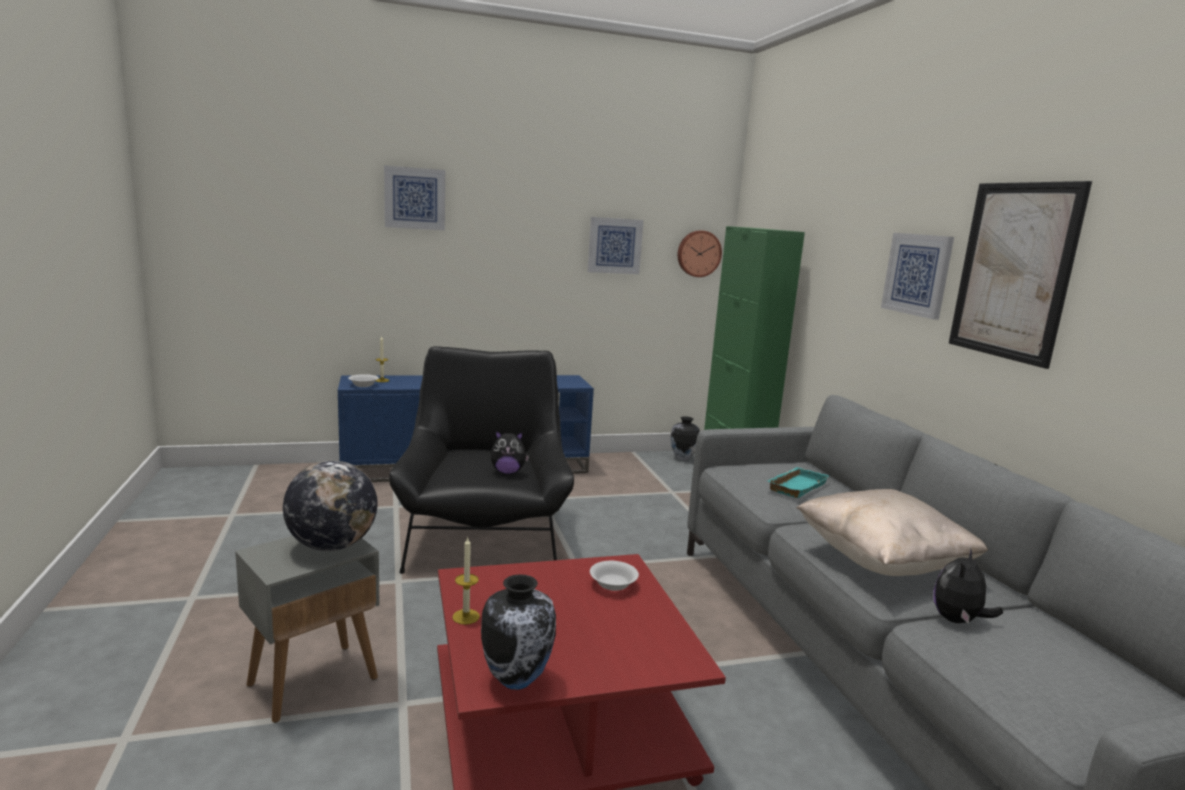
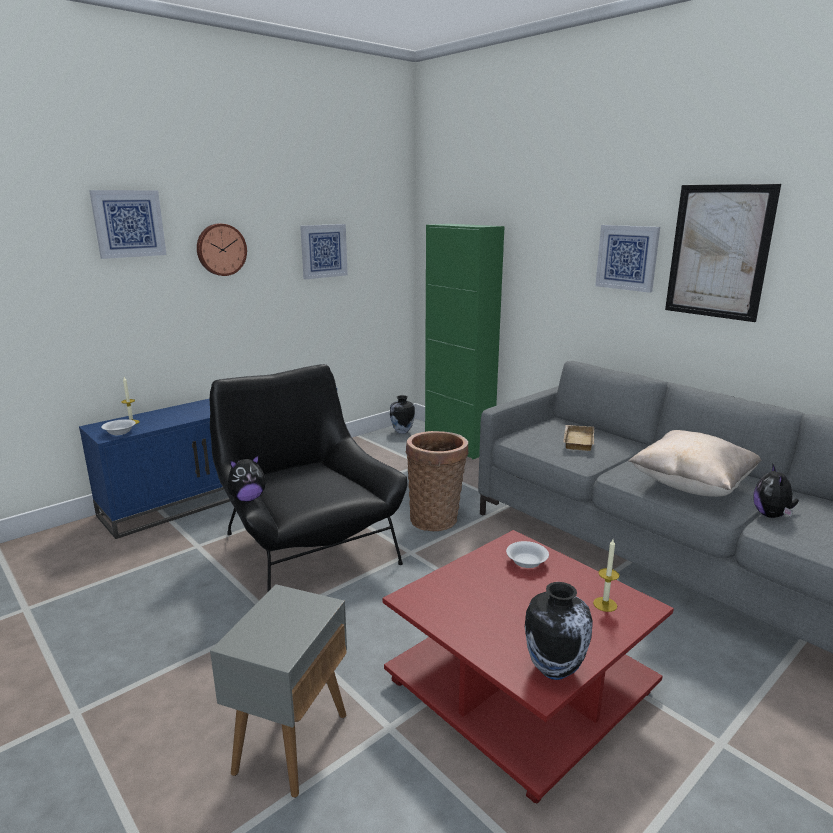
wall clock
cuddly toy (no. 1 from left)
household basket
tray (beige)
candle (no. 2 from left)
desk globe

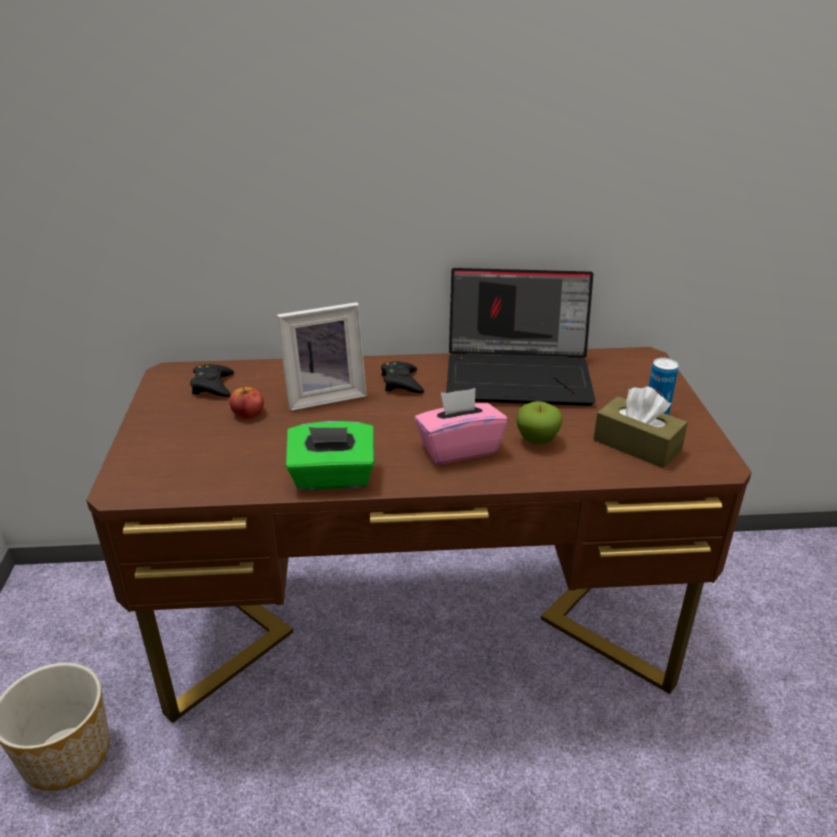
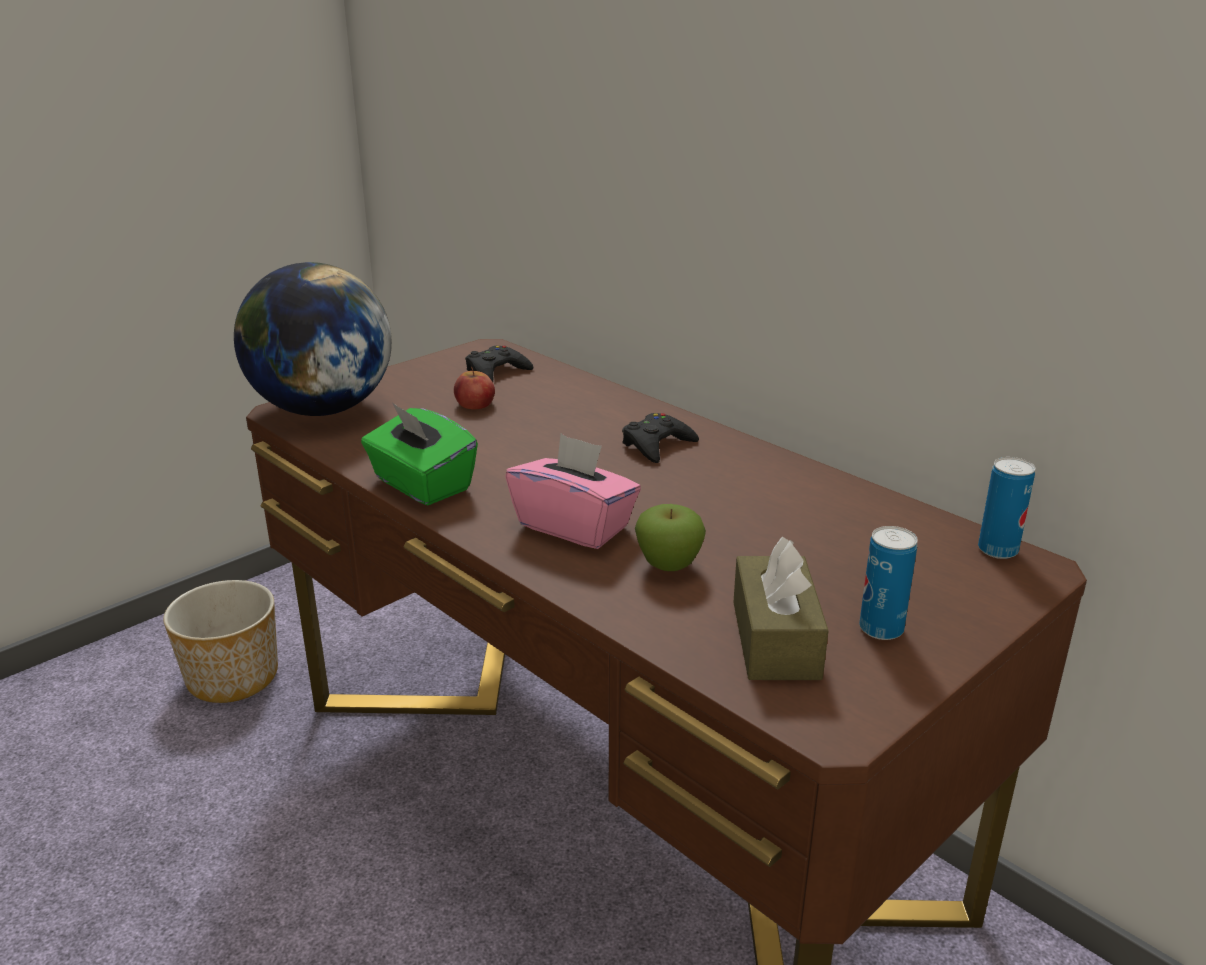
desk globe
sealed can (no. 2 from left)
picture frame
notebook computer

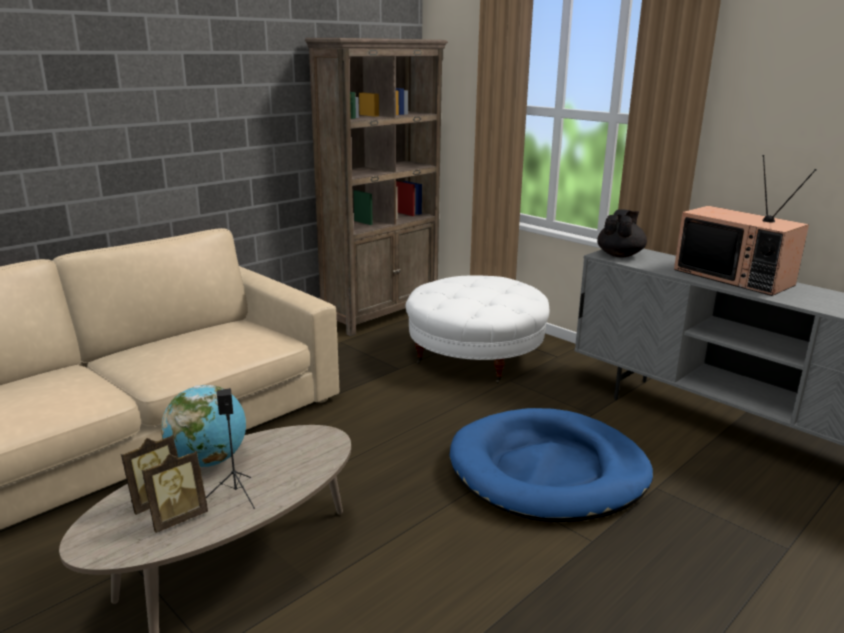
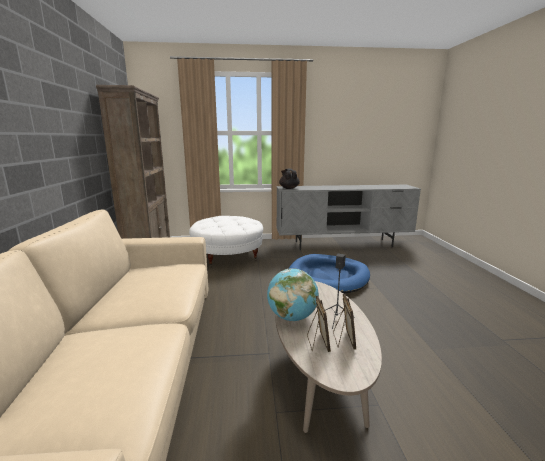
TV

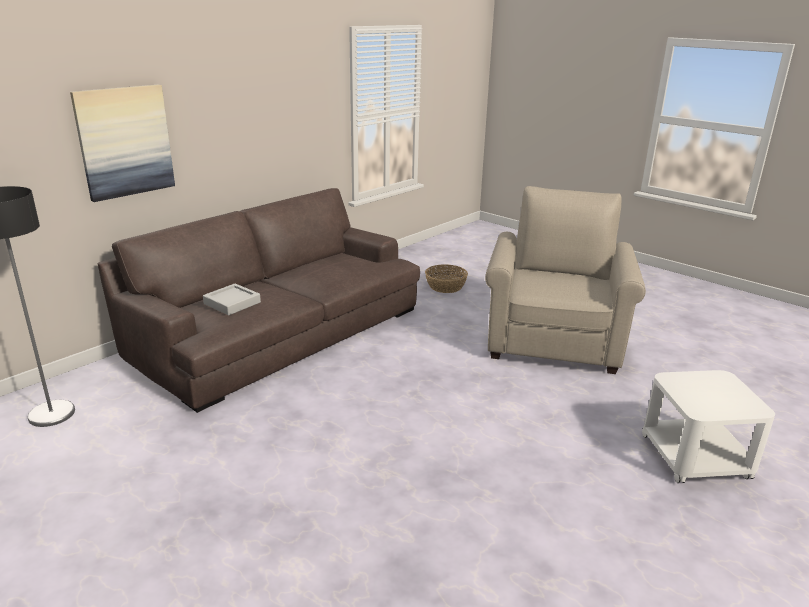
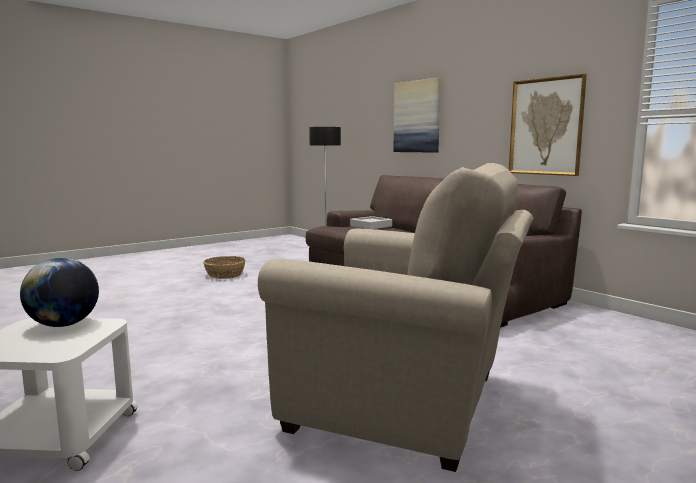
desk globe
household basket
wall art (no. 2 from left)

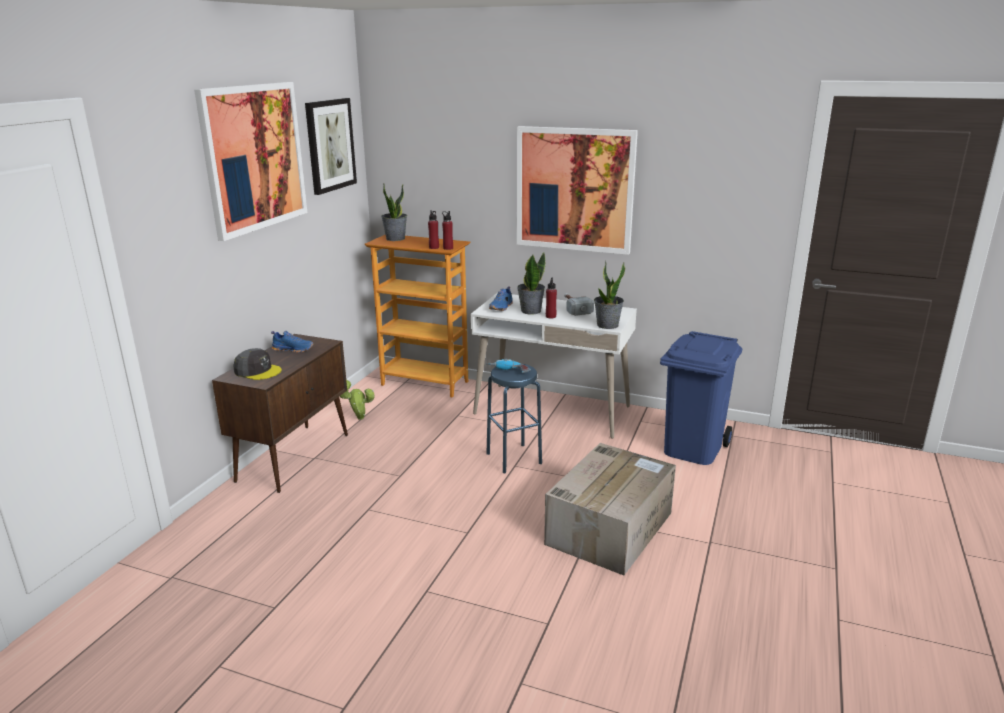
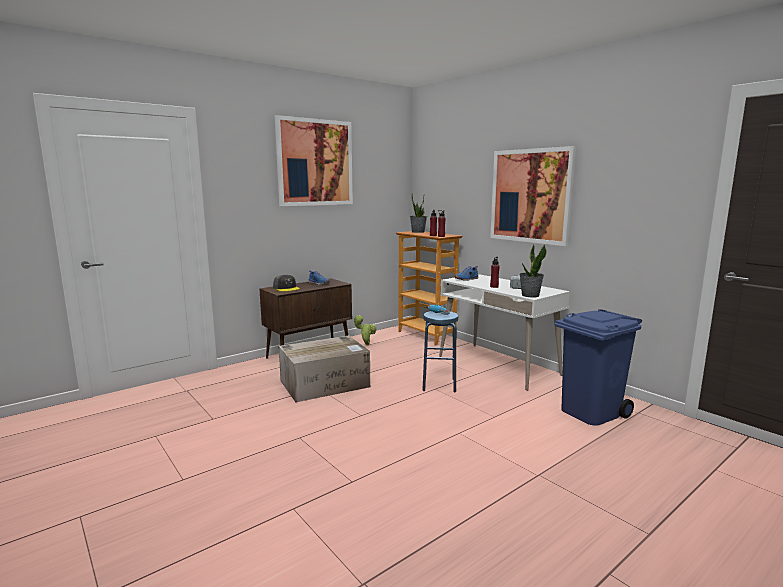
cardboard box
wall art (no. 2 from left in the first image)
plant in a pot (no. 3 from left in the first image)

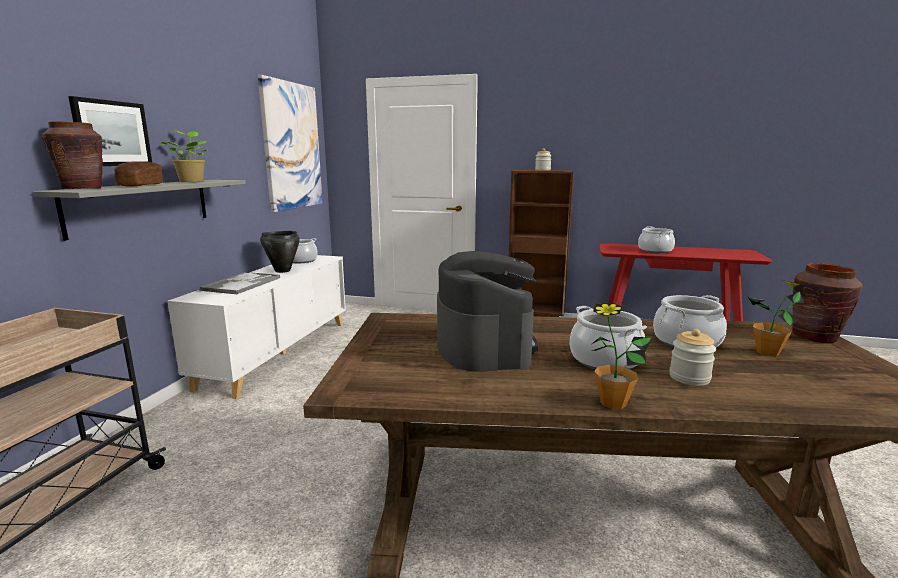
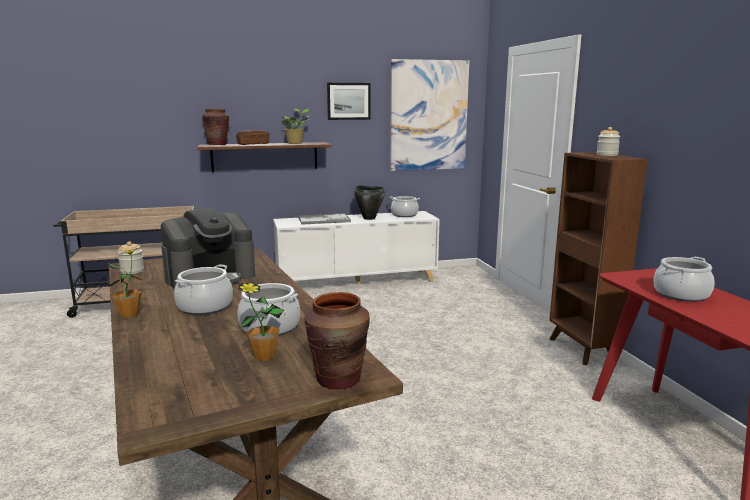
preserve jar (no. 1 from left)
shelf (brownish)
wall art (no. 1 from left)

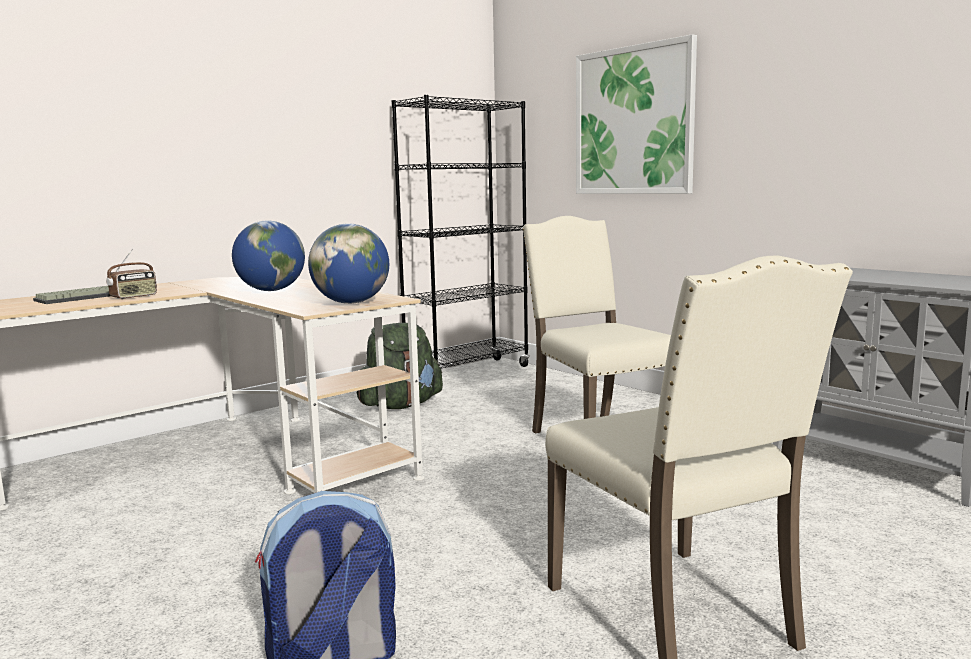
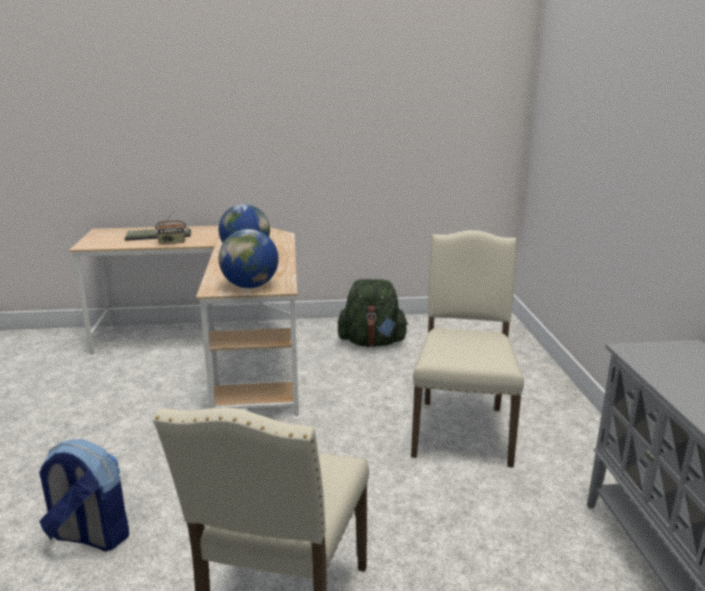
bookcase (blackish)
wall art

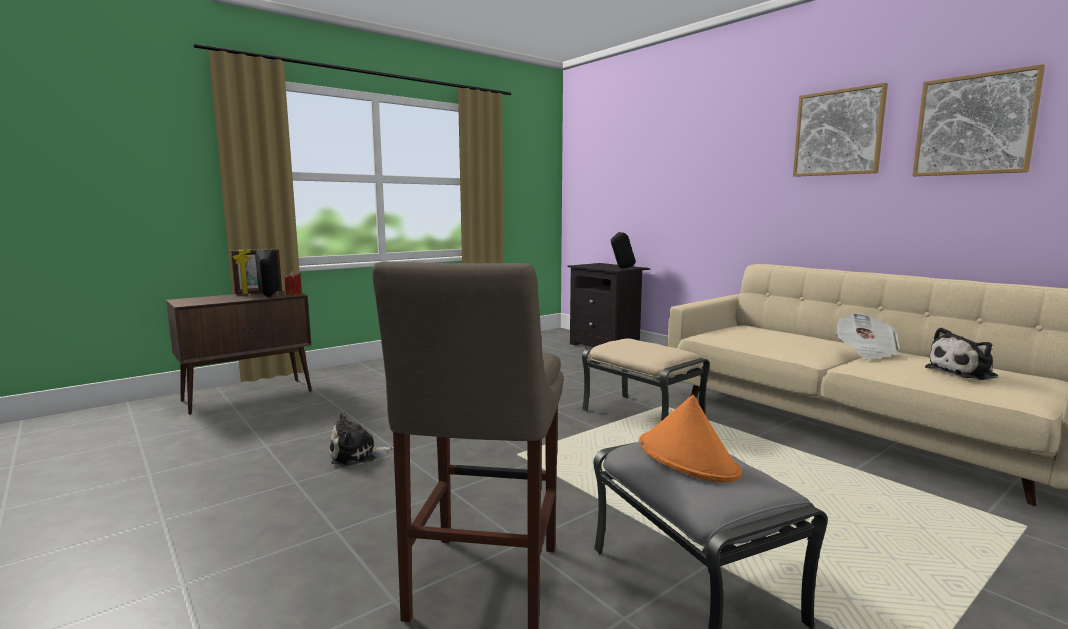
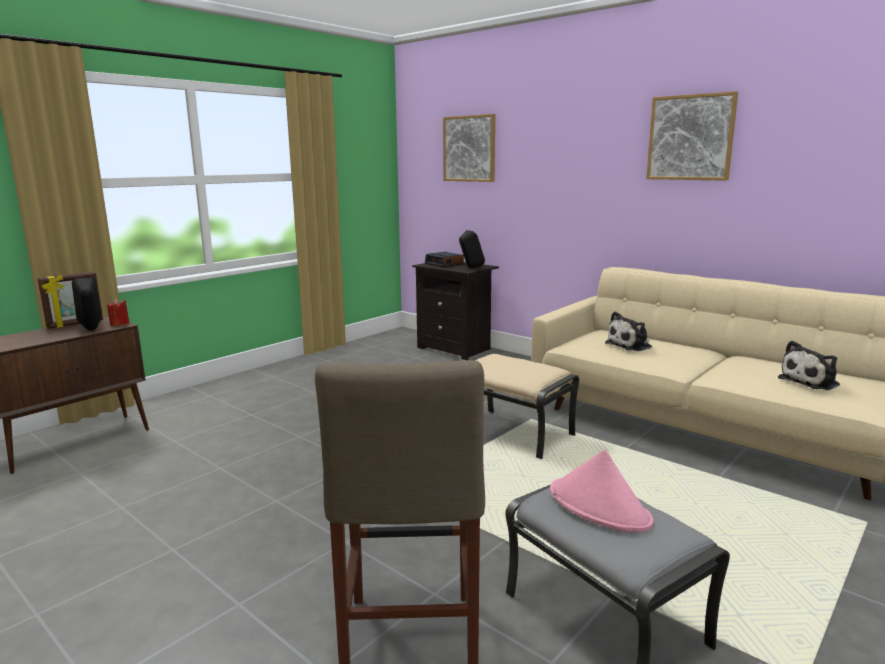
alarm clock
wall art (no. 1 from left)
clothing hat (pinkish)
cuddly toy (no. 1 from left)
printed paper

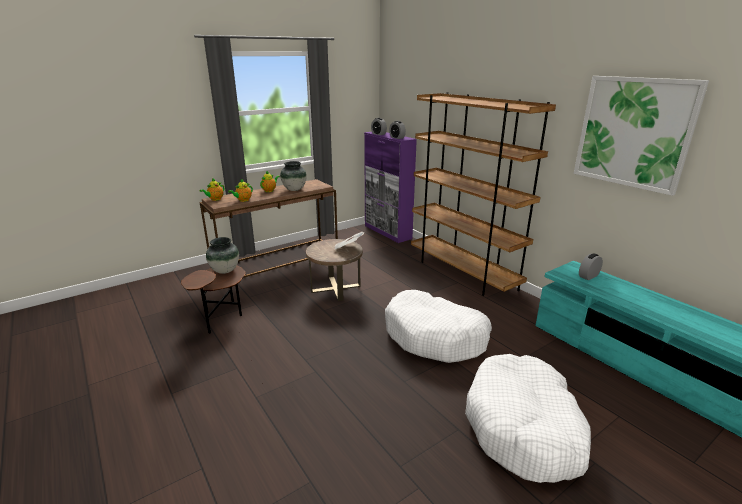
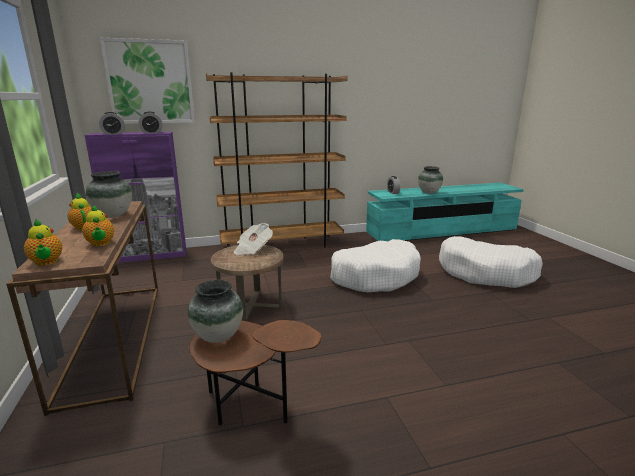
wall art
flower vase (no. 3 from left)

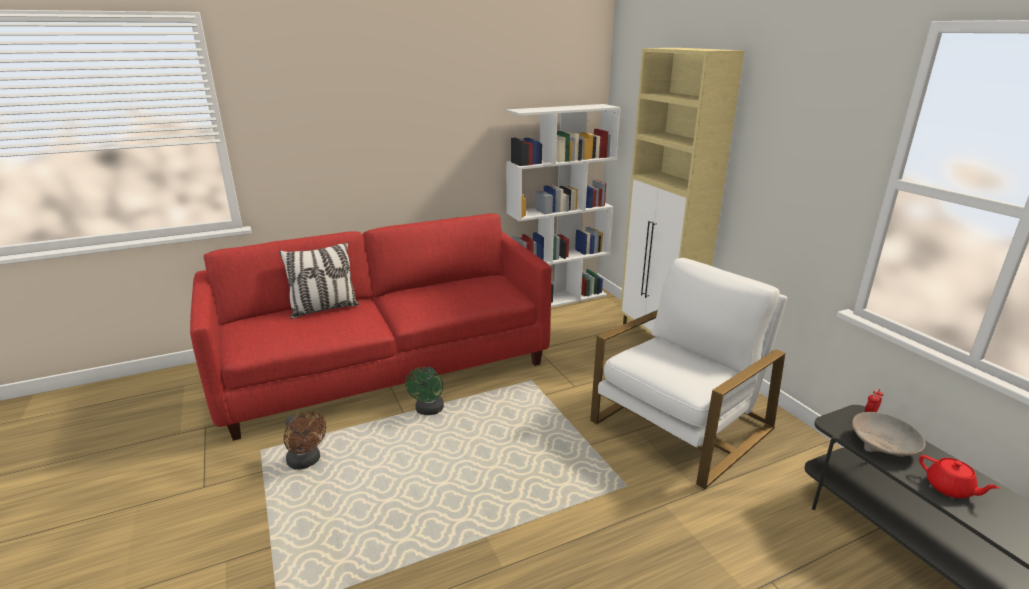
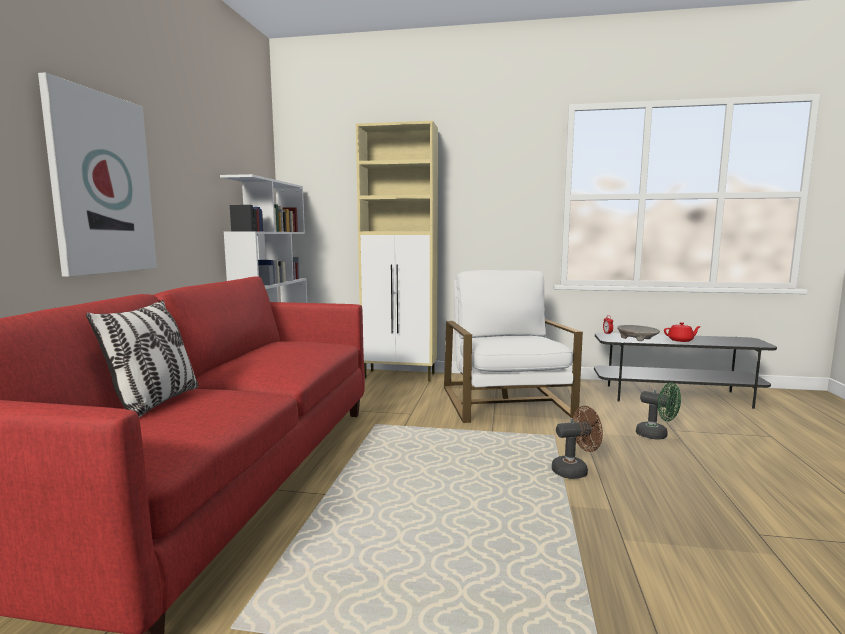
wall art
electric fan (brownish)
electric fan (greenish)

